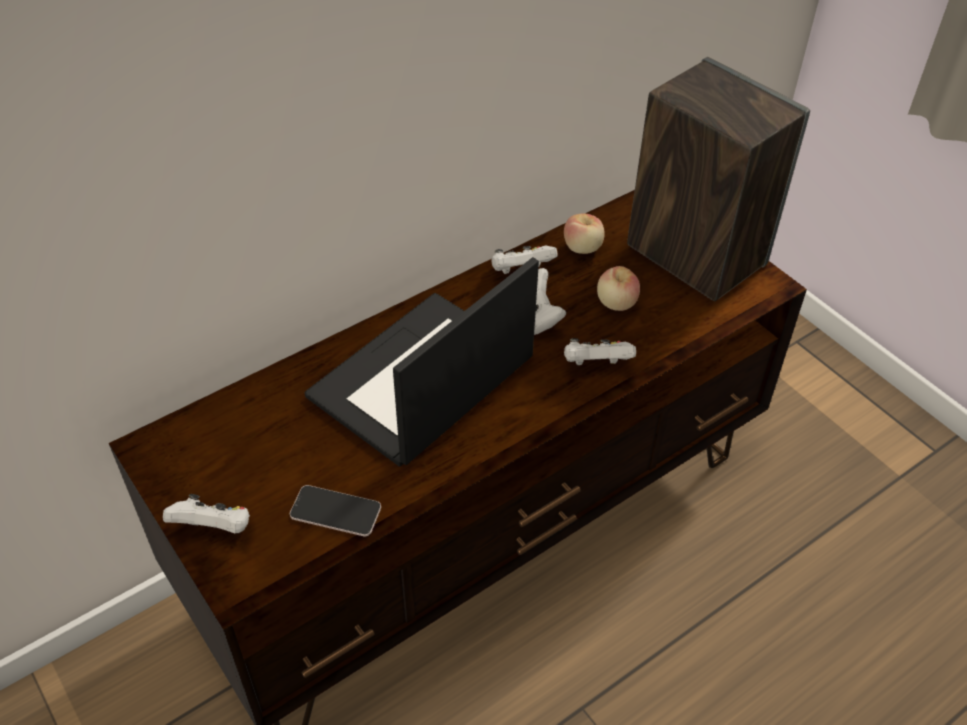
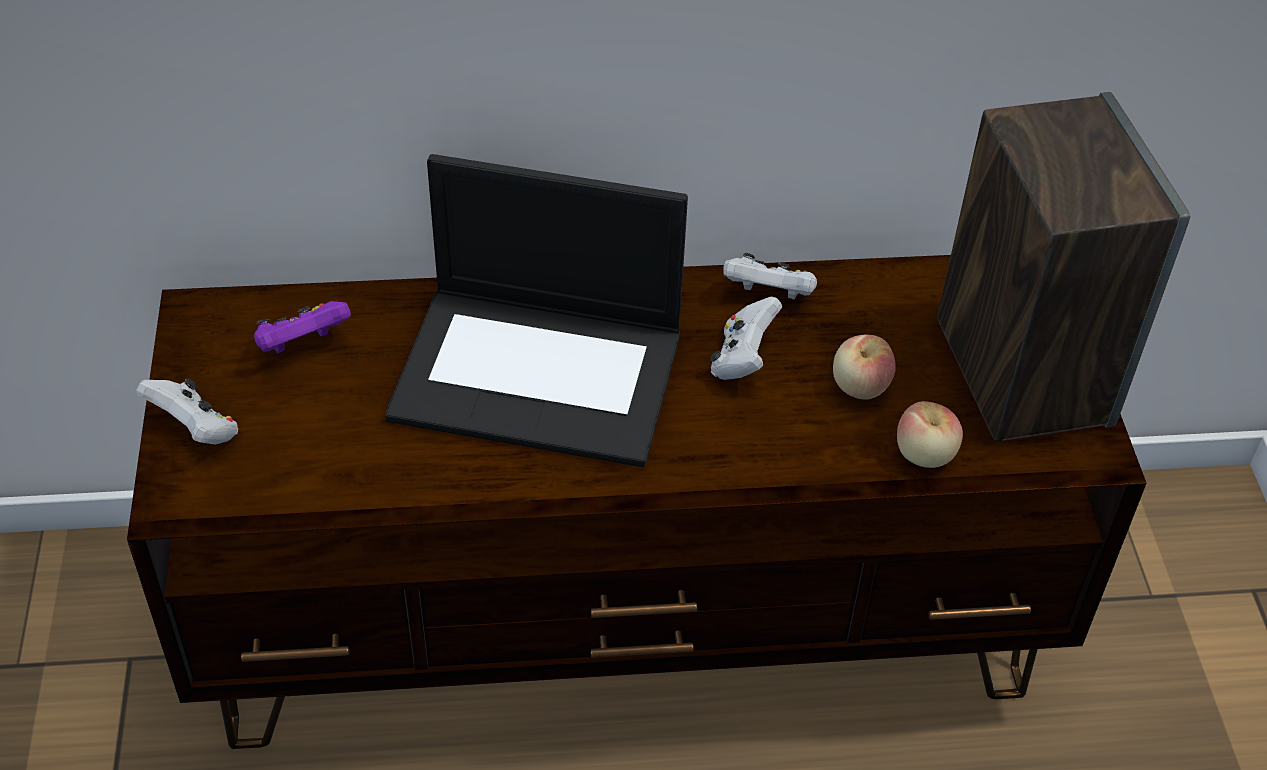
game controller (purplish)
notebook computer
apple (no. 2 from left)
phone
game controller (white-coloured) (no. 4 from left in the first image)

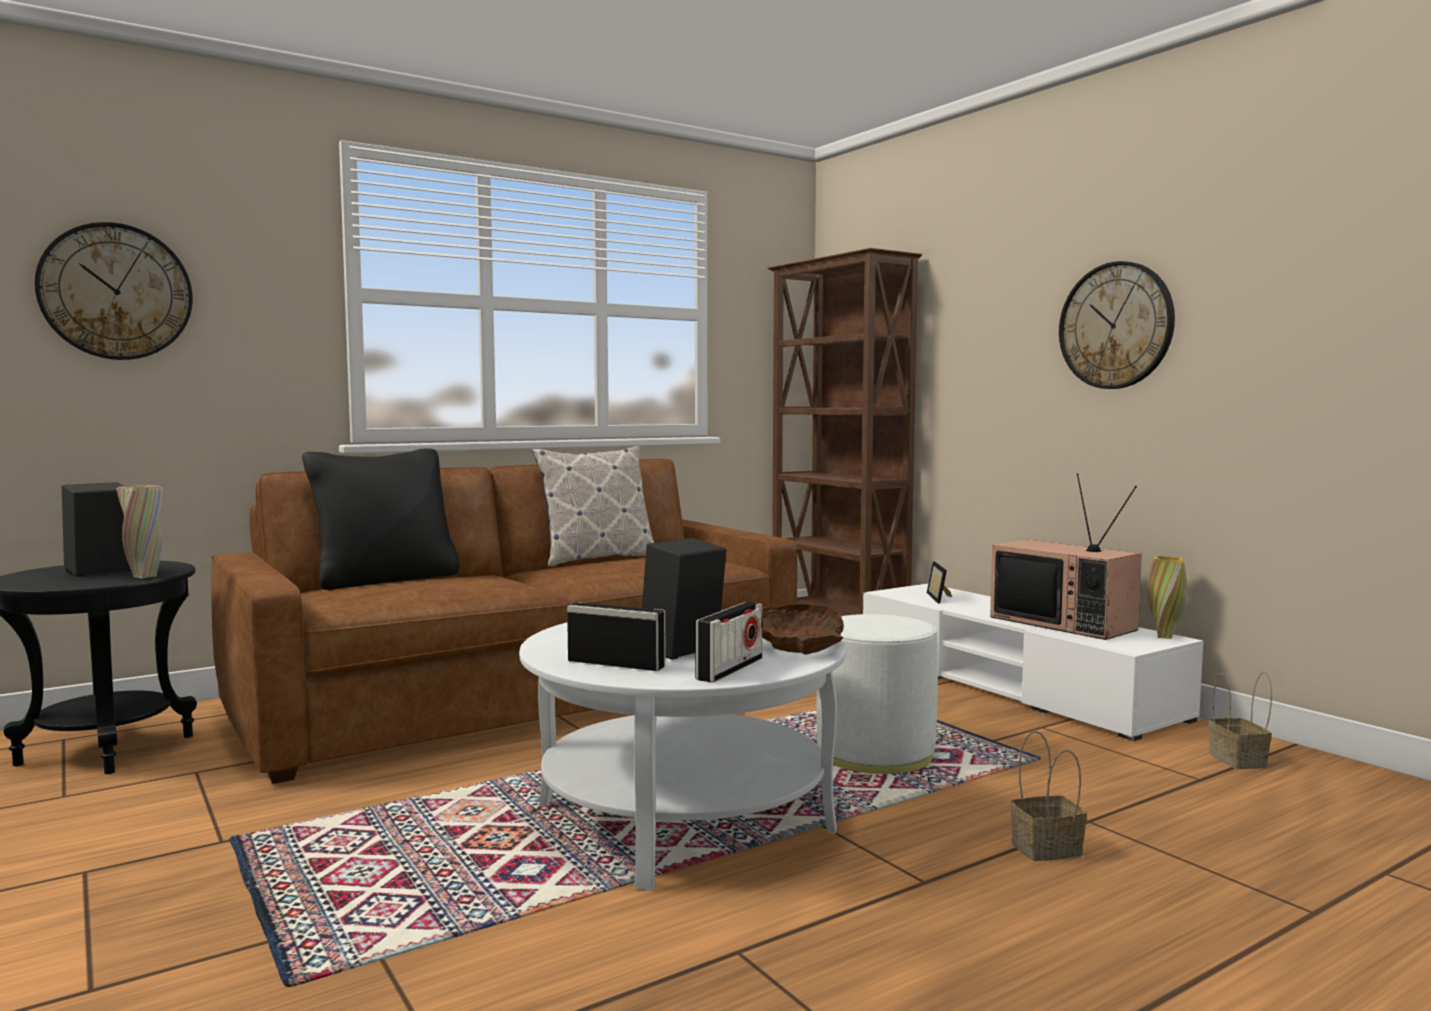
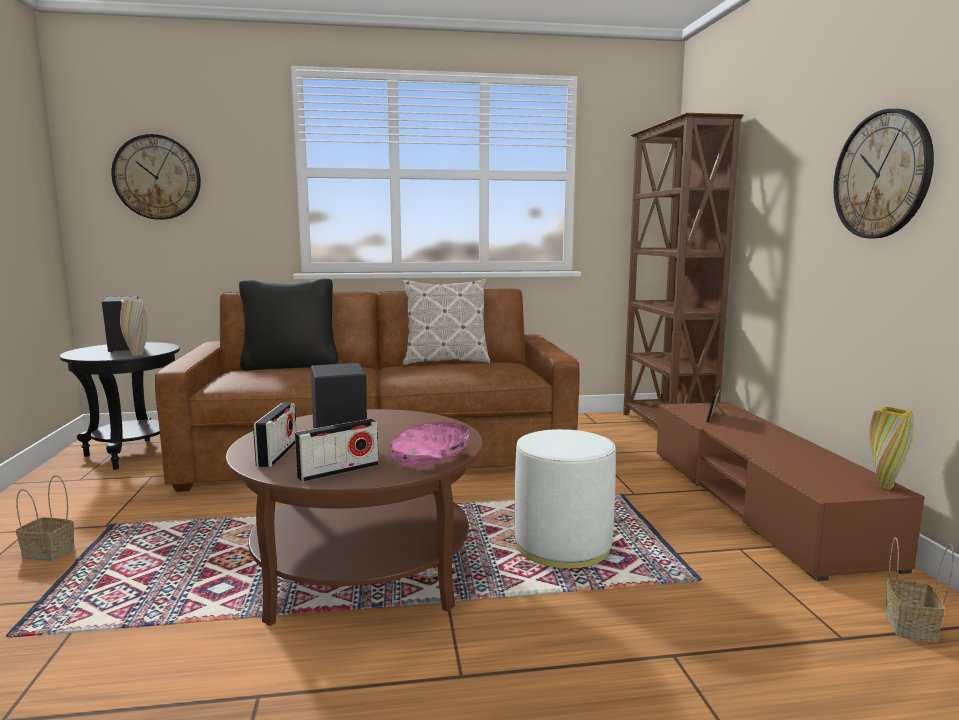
household basket (no. 1 from left)
lounge table (brownish)
radio receiver (no. 1 from left)
bowl (pinkish)
media console (brownish)
TV

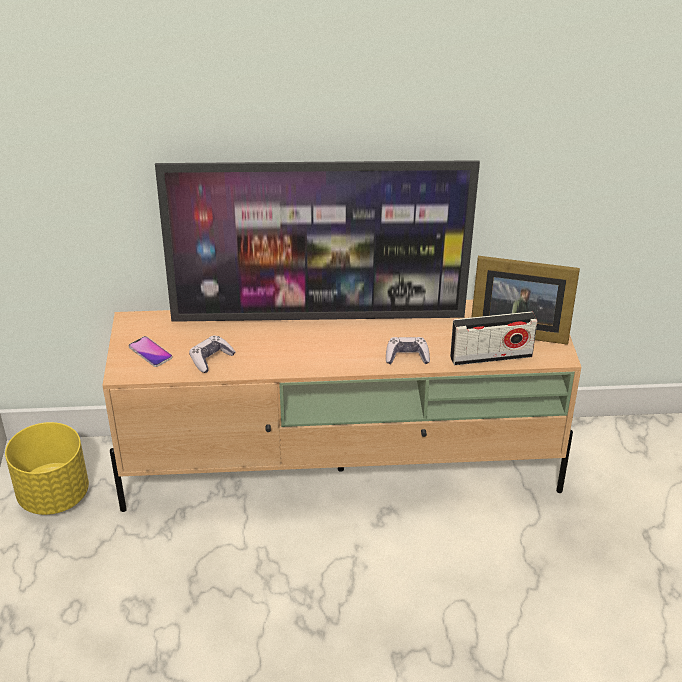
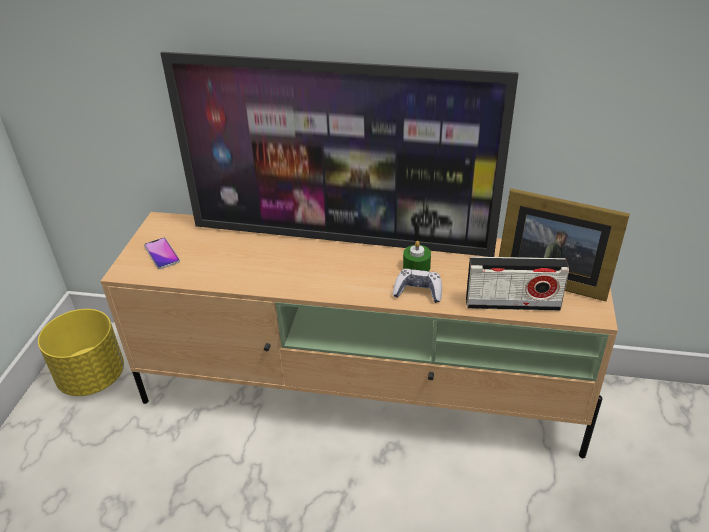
candle (greenish)
game controller (no. 1 from left in the first image)

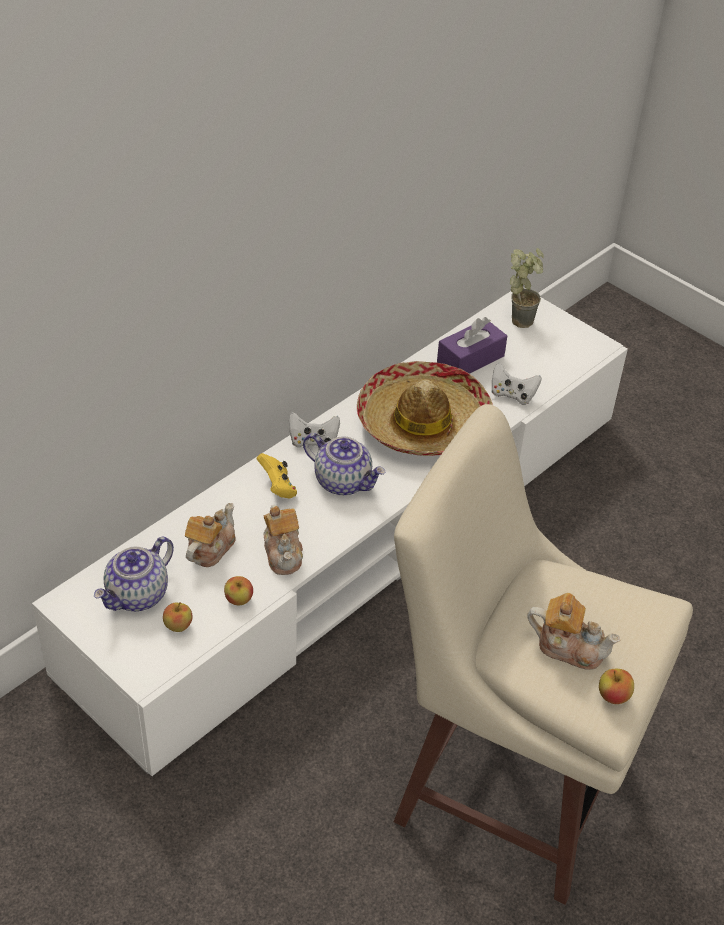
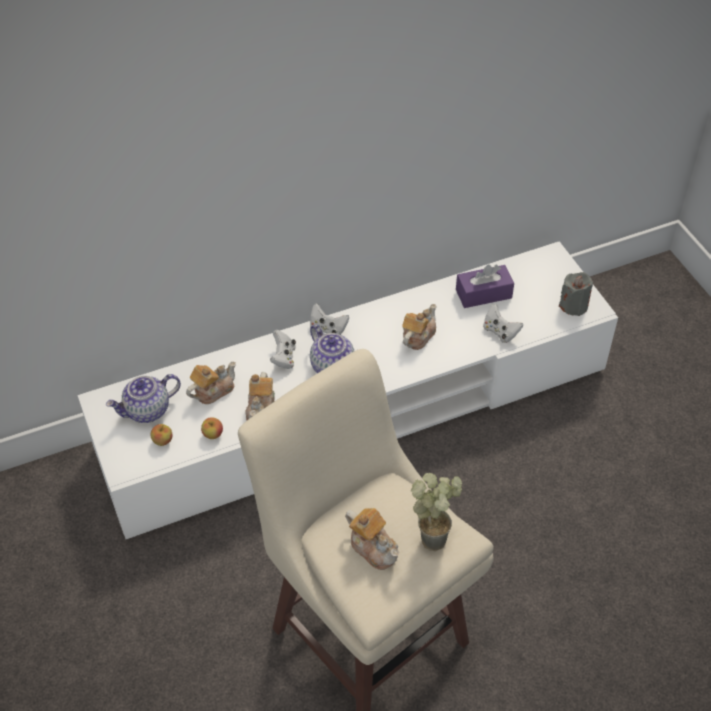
game controller (white-coloured) (no. 1 from left)
pot for tea (no. 6 from left)
plant in a pot
candle (greyish)
apple (no. 3 from left in the first image)

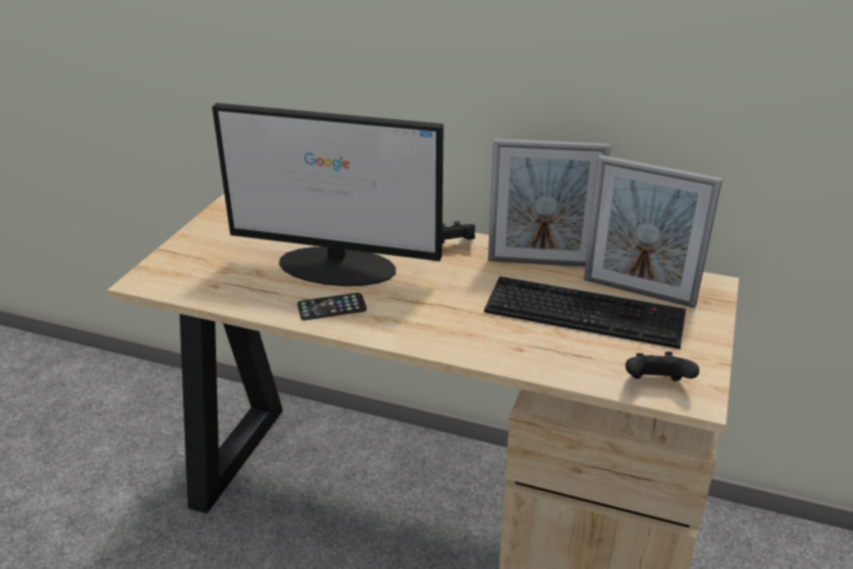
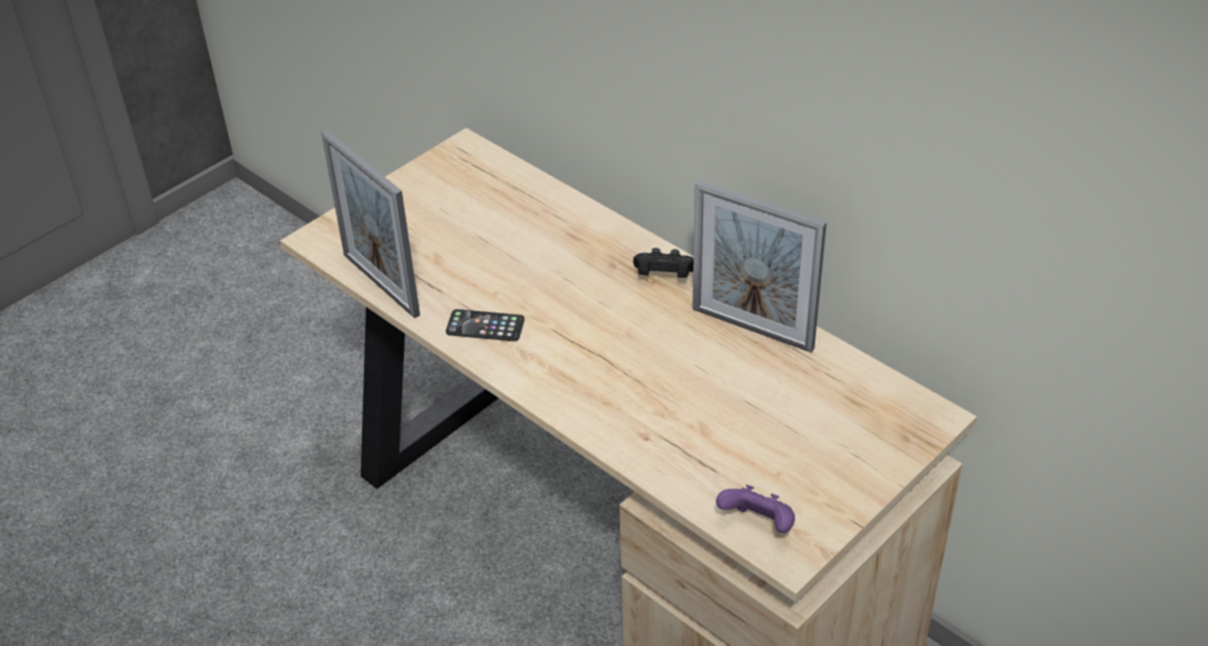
picture frame (no. 1 from left)
game controller (purplish)
monitor
keyboard

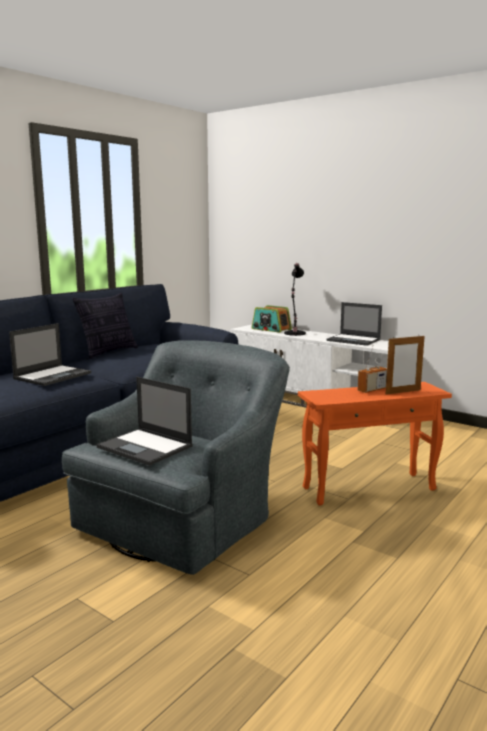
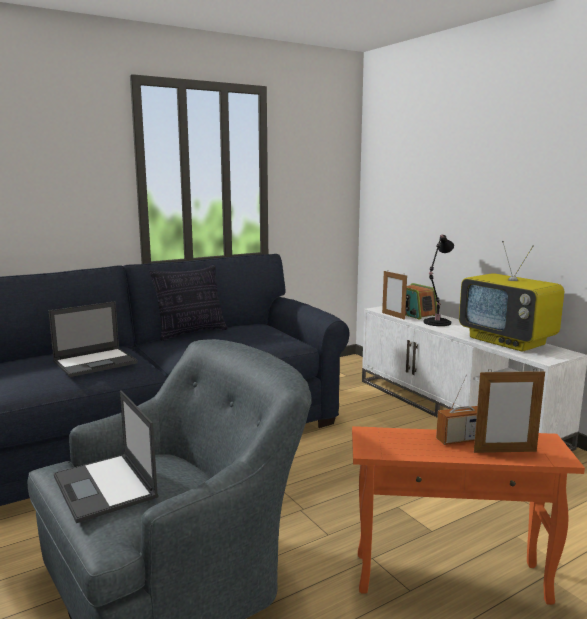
picture frame (no. 1 from left)
TV

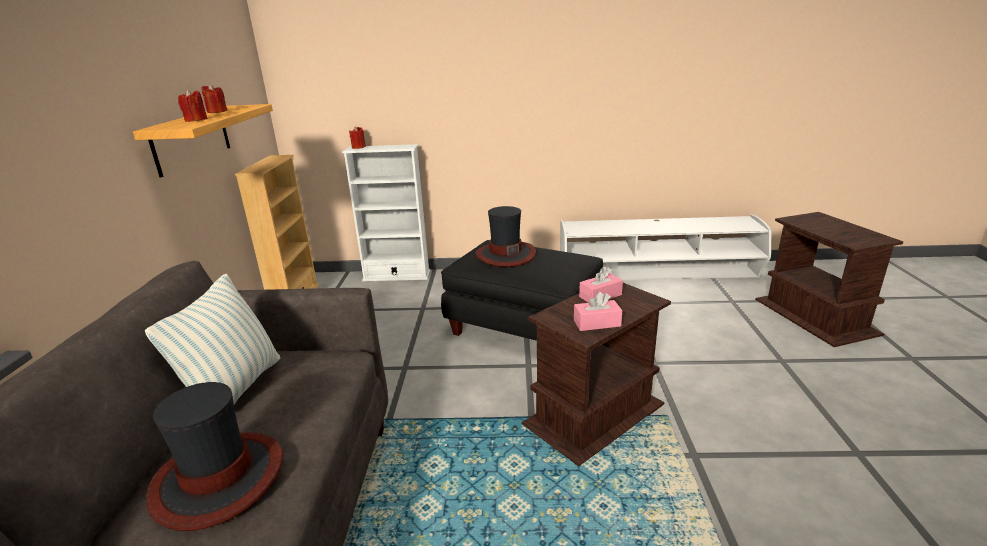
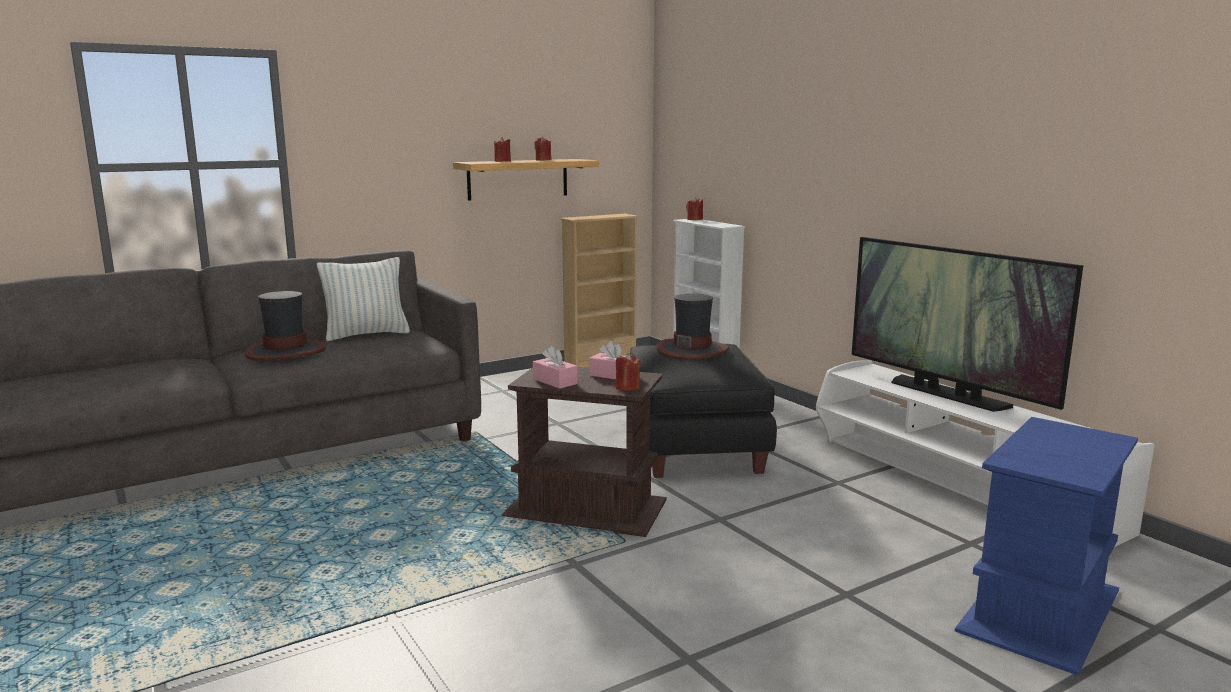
candle (red-coloured) (no. 3 from left)
TV
accent table (bluish)

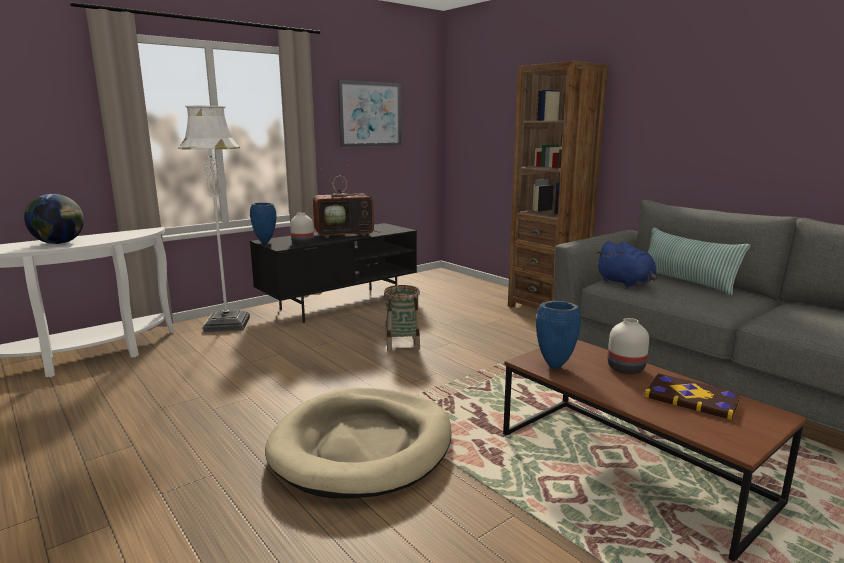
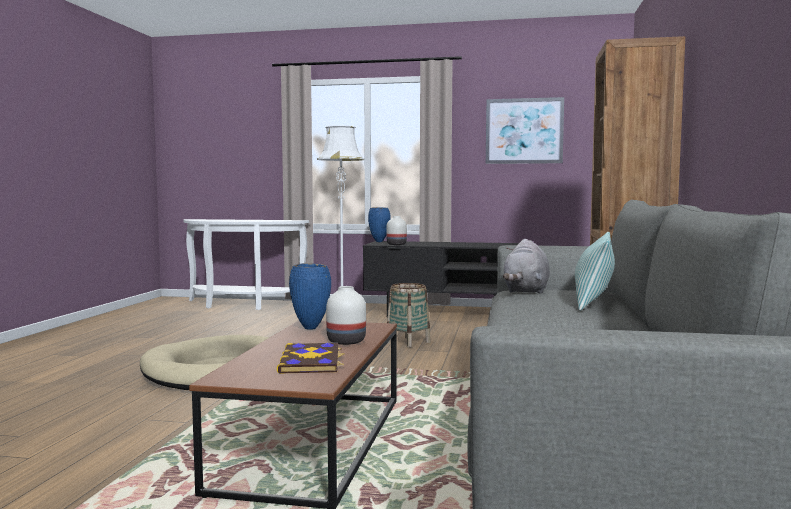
cuddly toy (greyish)
desk globe
TV

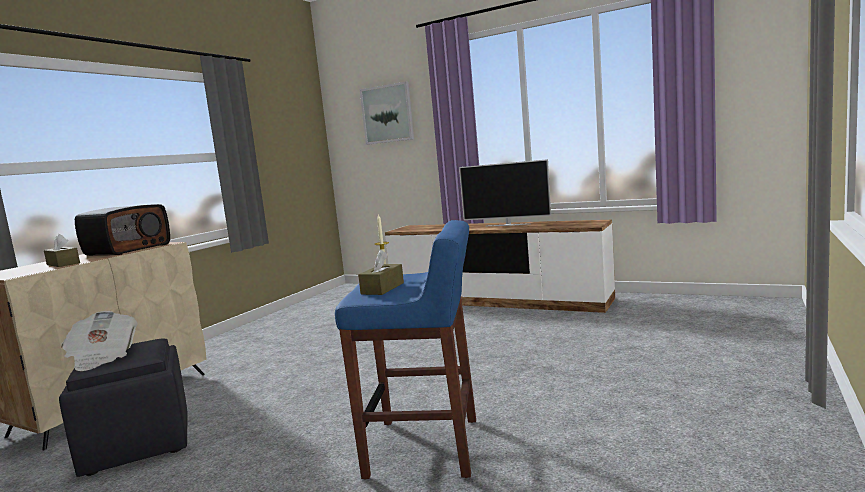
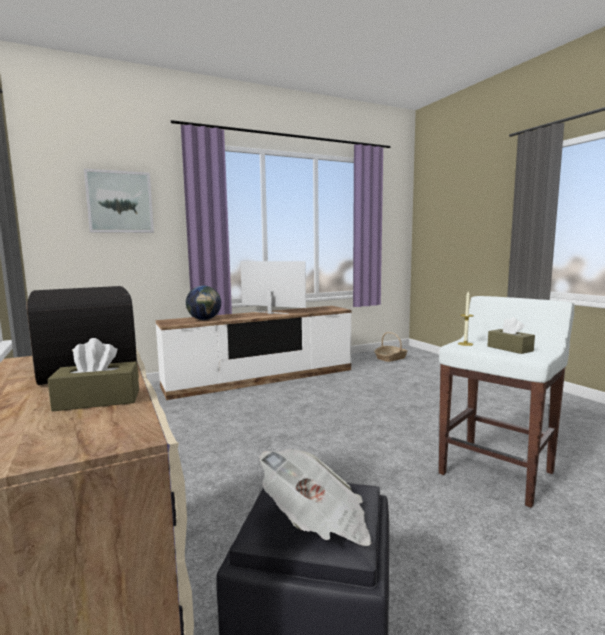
desk globe
TV
household basket
stool seat (white-coloured)

